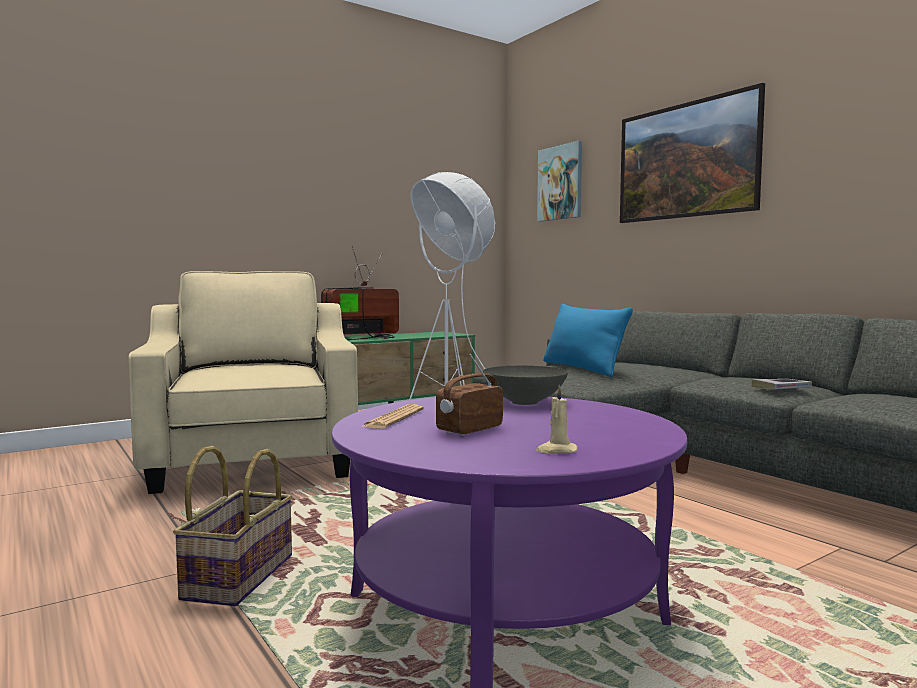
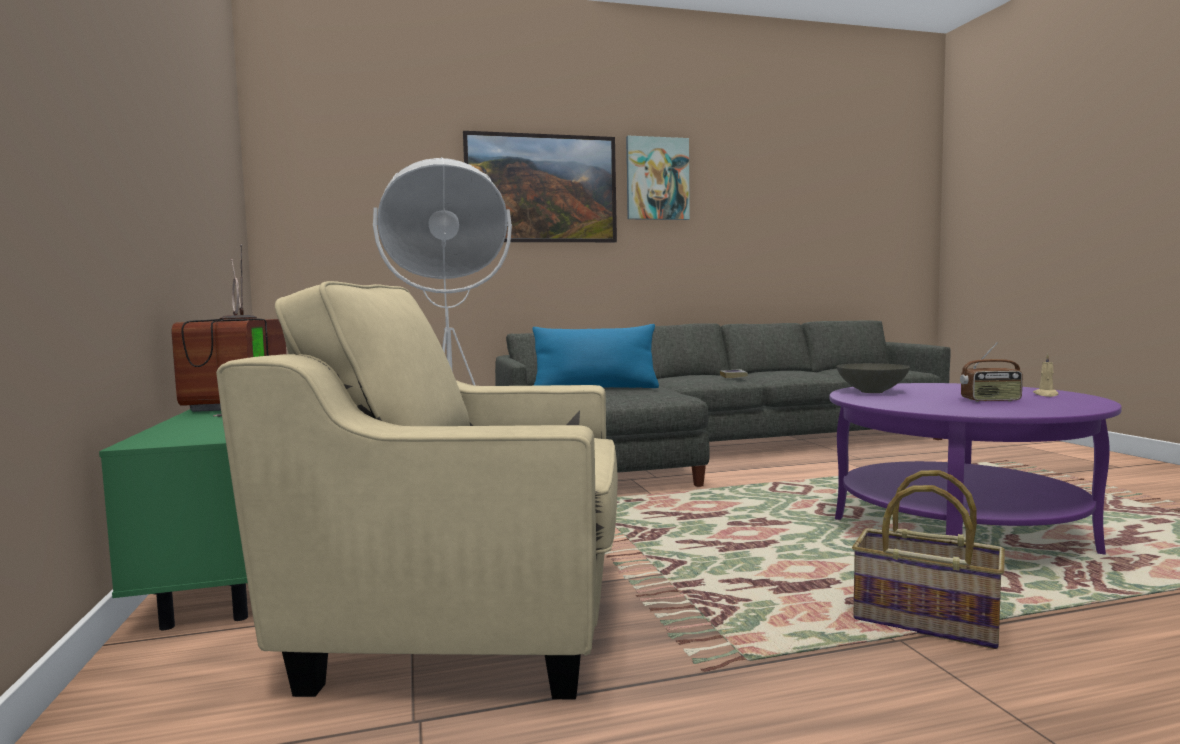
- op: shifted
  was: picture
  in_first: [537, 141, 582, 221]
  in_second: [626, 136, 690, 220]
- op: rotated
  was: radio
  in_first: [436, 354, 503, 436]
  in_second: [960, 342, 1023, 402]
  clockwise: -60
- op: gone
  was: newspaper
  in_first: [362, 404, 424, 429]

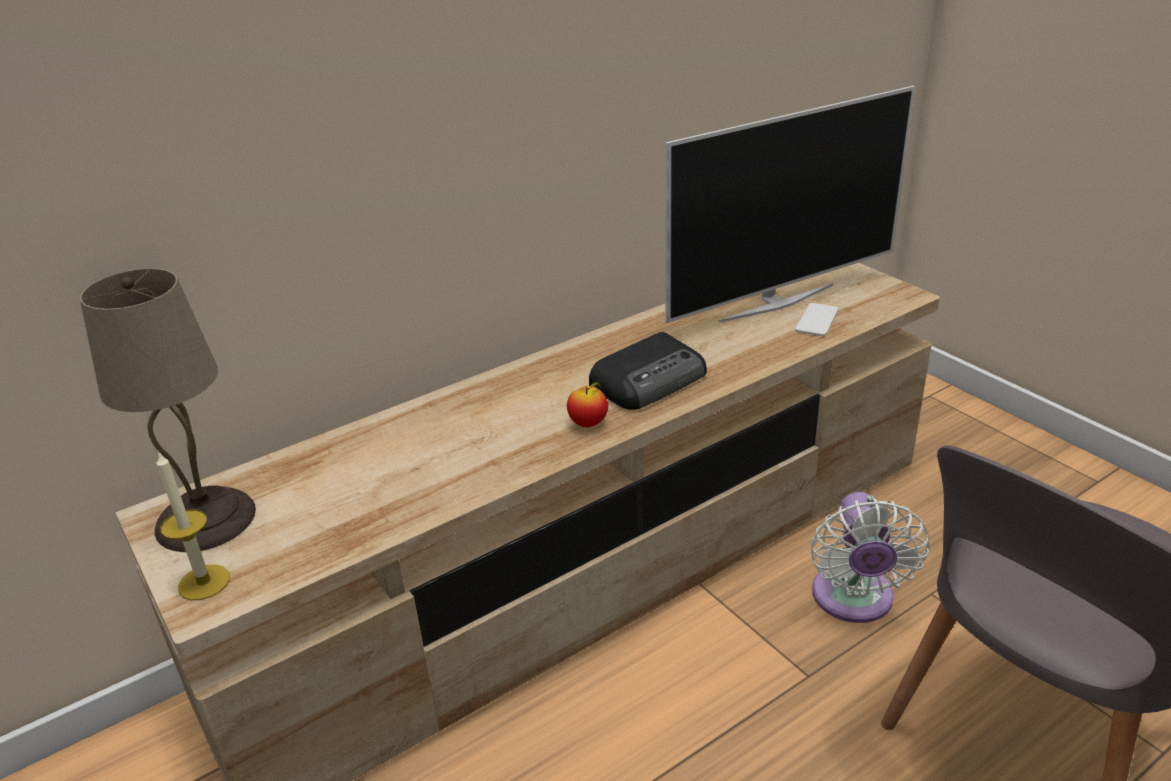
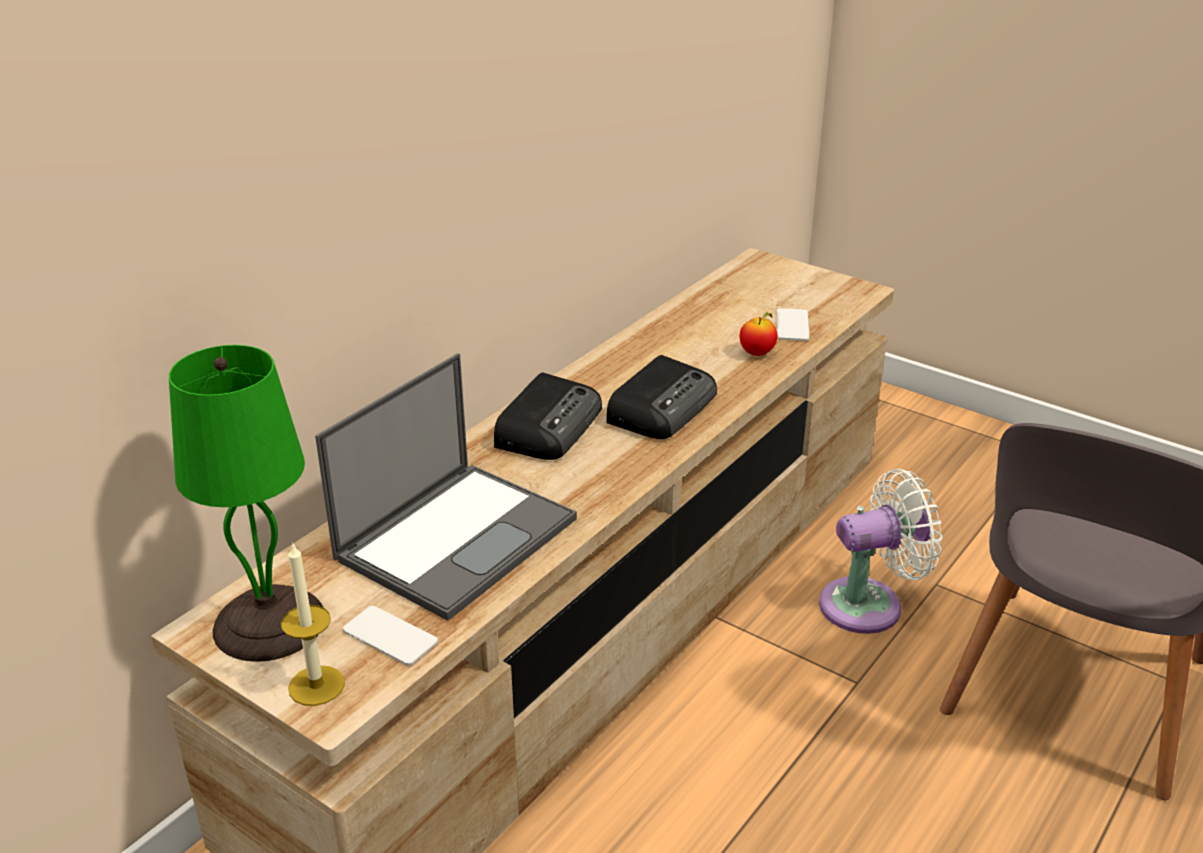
- op: gone
  was: television
  in_first: [665, 86, 915, 323]
- op: repainted
  was: table lamp/beige
  now: table lamp/green
  in_first: [80, 268, 256, 552]
  in_second: [169, 345, 324, 662]
- op: shifted
  was: apple
  in_first: [567, 382, 608, 427]
  in_second: [739, 312, 778, 356]
- op: rotated
  was: fan/white
  in_first: [811, 492, 929, 623]
  in_second: [819, 469, 942, 634]
  clockwise: -90
- op: new
  now: laptop
  in_second: [315, 353, 577, 621]
- op: new
  now: radio
  in_second: [494, 372, 602, 460]
- op: new
  now: phone
  in_second: [343, 606, 438, 666]

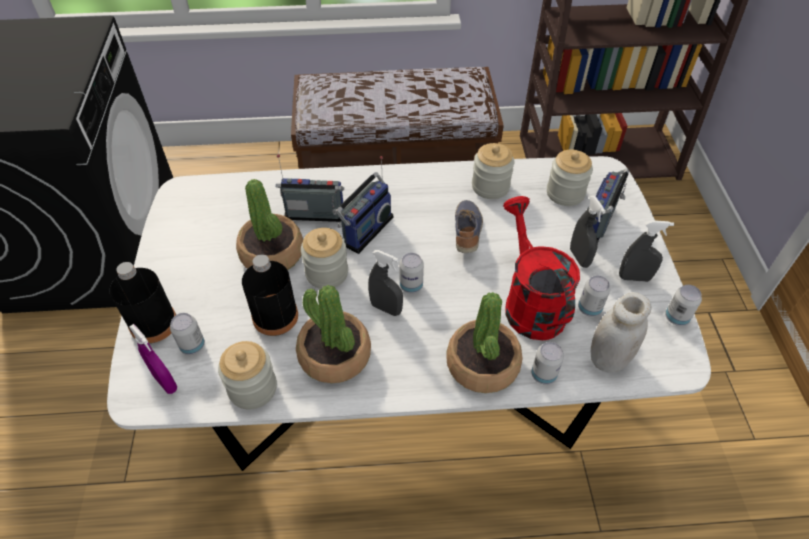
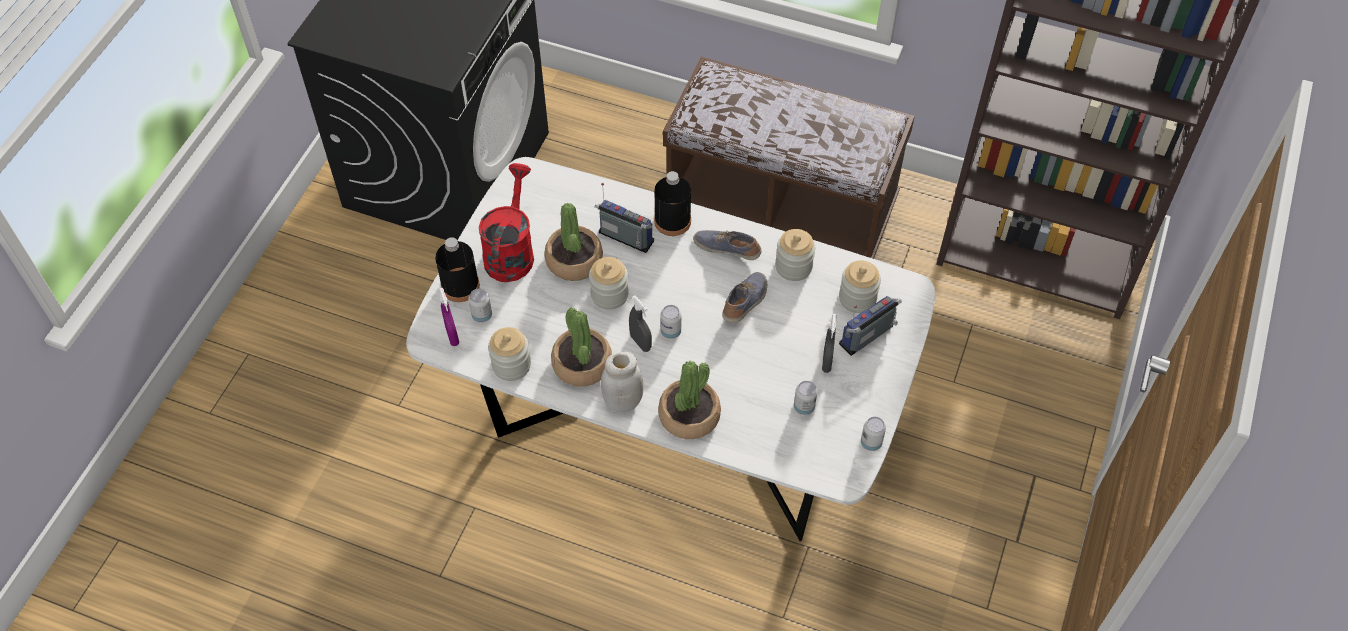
- op: gone
  was: radio
  in_first: [336, 156, 393, 254]
- op: shifted
  was: watering can/red
  in_first: [503, 196, 580, 340]
  in_second: [479, 163, 534, 282]
- op: gone
  was: spray bottle/grey
  in_first: [619, 220, 674, 282]
- op: shifted
  was: bottle/black
  in_first: [242, 254, 298, 336]
  in_second: [654, 171, 691, 236]
- op: shifted
  was: jar/white
  in_first: [591, 292, 652, 373]
  in_second: [601, 352, 643, 413]
- op: gone
  was: can
  in_first: [531, 342, 564, 385]
- op: new
  now: shoe
  in_second: [693, 230, 762, 260]

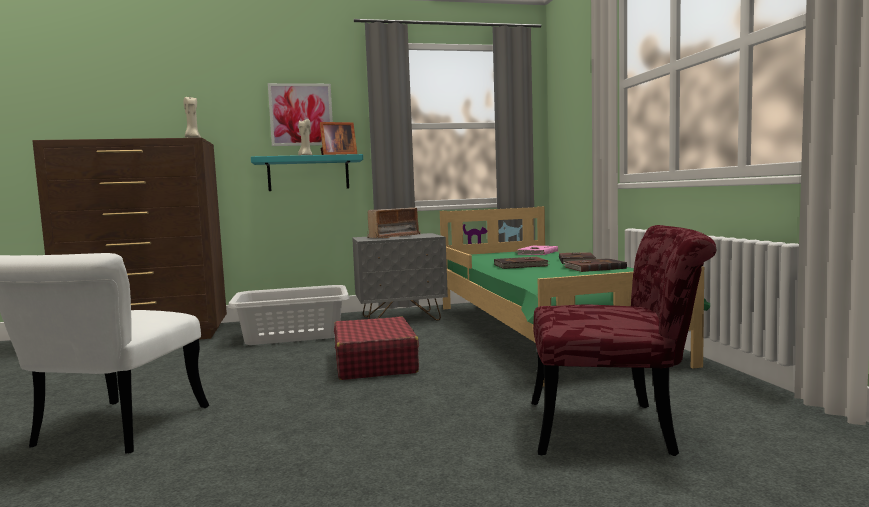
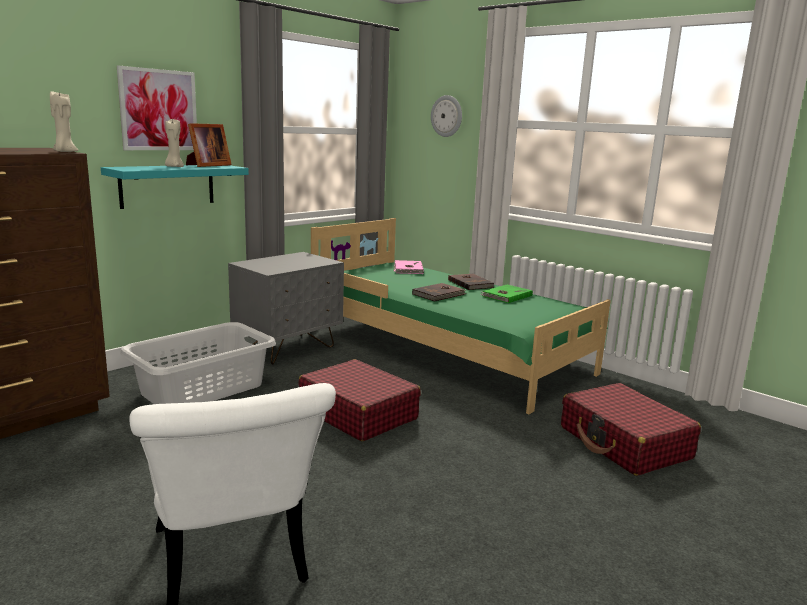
- op: gone
  was: radio
  in_first: [367, 207, 421, 238]
- op: swapped
  was: chair/red
  now: suitcase/red
  in_first: [531, 225, 716, 456]
  in_second: [561, 383, 701, 476]
- op: repainted
  was: book/brown
  now: book/green
  in_first: [563, 258, 627, 272]
  in_second: [480, 285, 533, 303]
- op: new
  now: wall clock
  in_second: [431, 95, 462, 137]

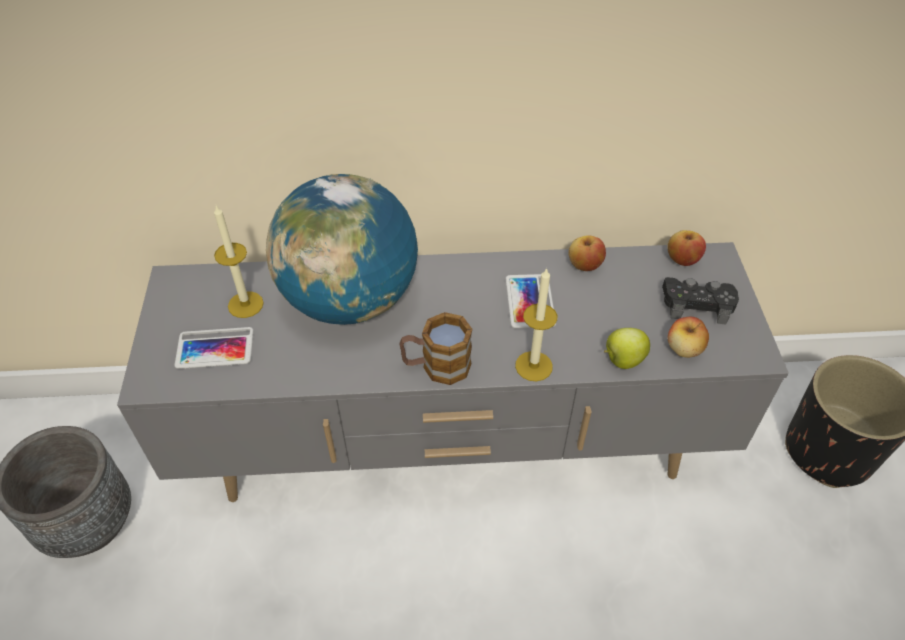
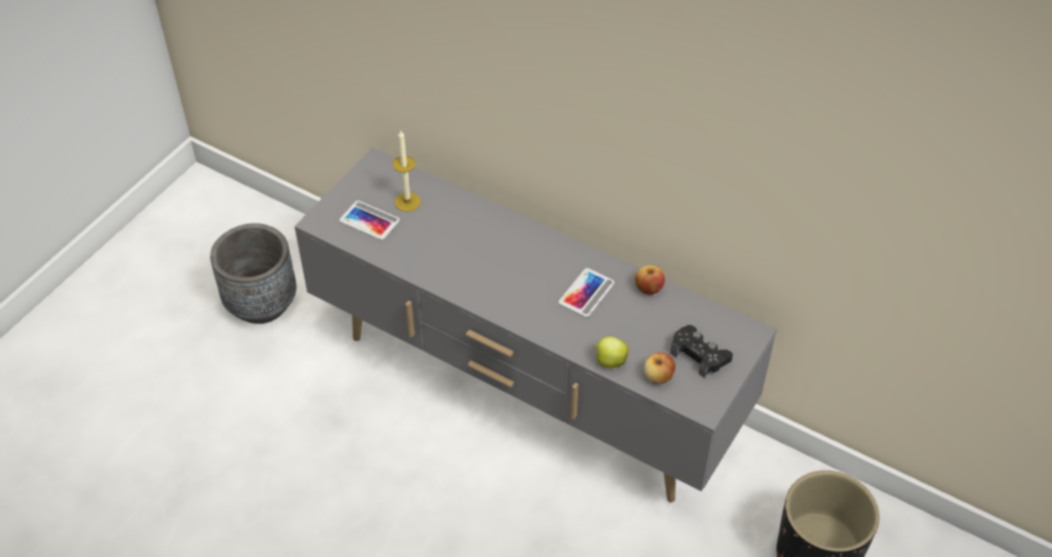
- op: gone
  was: globe
  in_first: [266, 174, 418, 325]
- op: gone
  was: apple
  in_first: [668, 230, 706, 266]
- op: gone
  was: candle
  in_first: [515, 268, 558, 382]
- op: gone
  was: mug
  in_first: [399, 312, 472, 385]

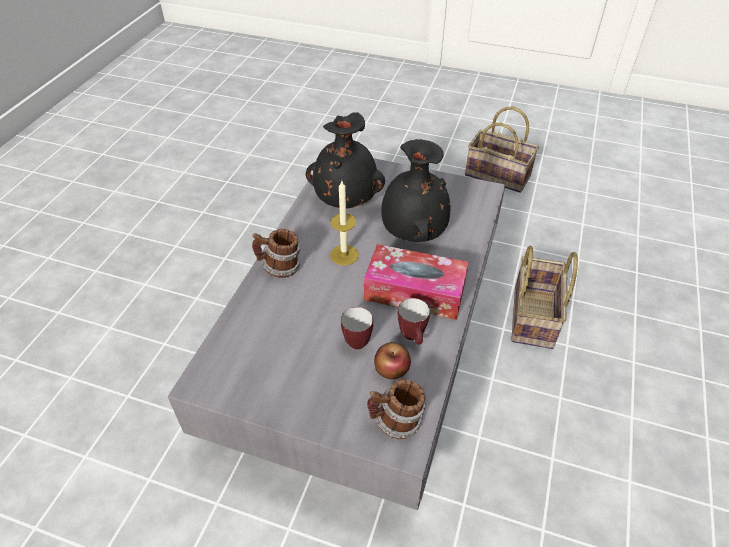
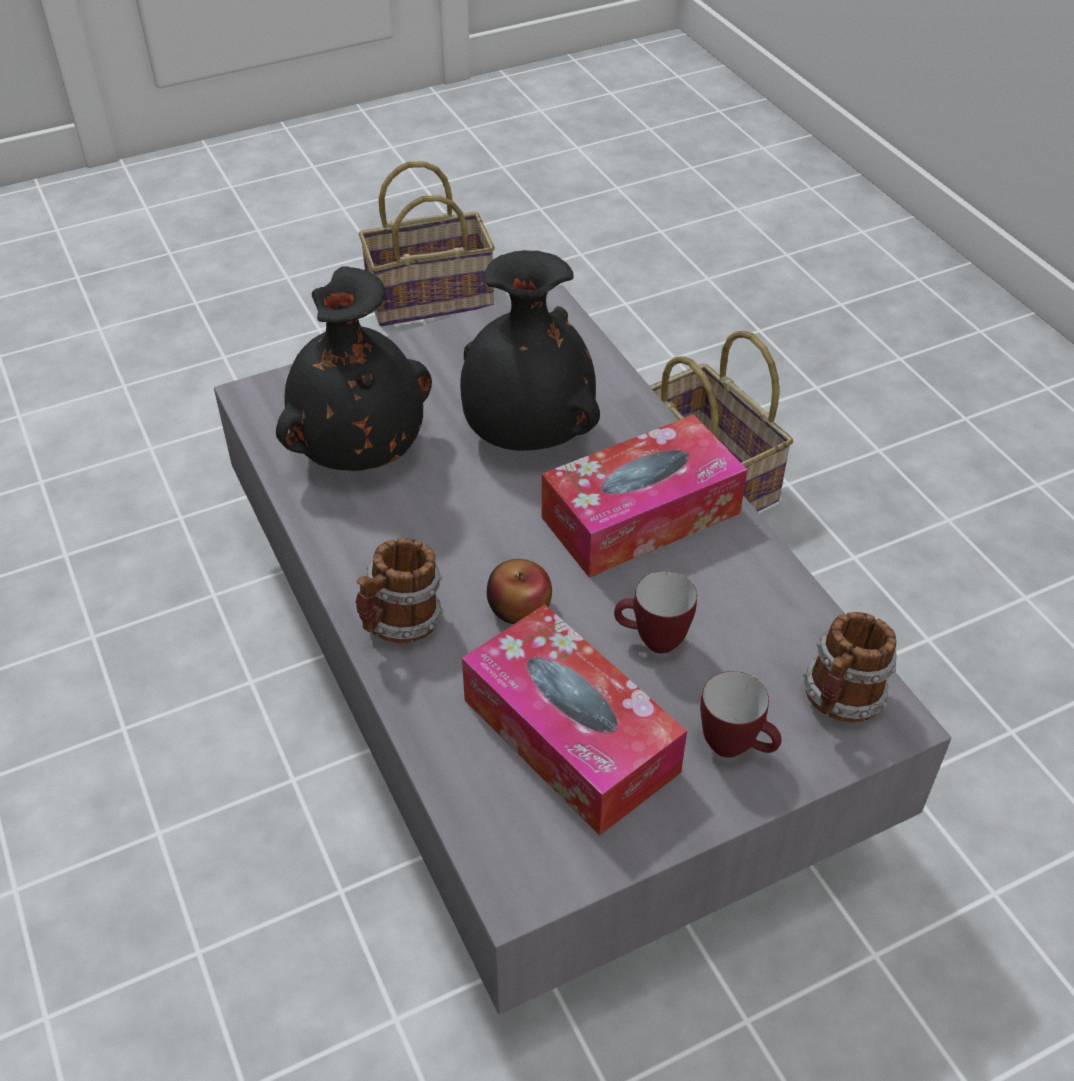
- op: gone
  was: candle
  in_first: [330, 181, 359, 266]
- op: shifted
  was: mug
  in_first: [398, 298, 430, 345]
  in_second: [700, 671, 781, 758]
- op: shifted
  was: apple
  in_first: [374, 342, 411, 379]
  in_second: [487, 559, 552, 624]
- op: new
  now: tissue box
  in_second: [462, 604, 687, 836]

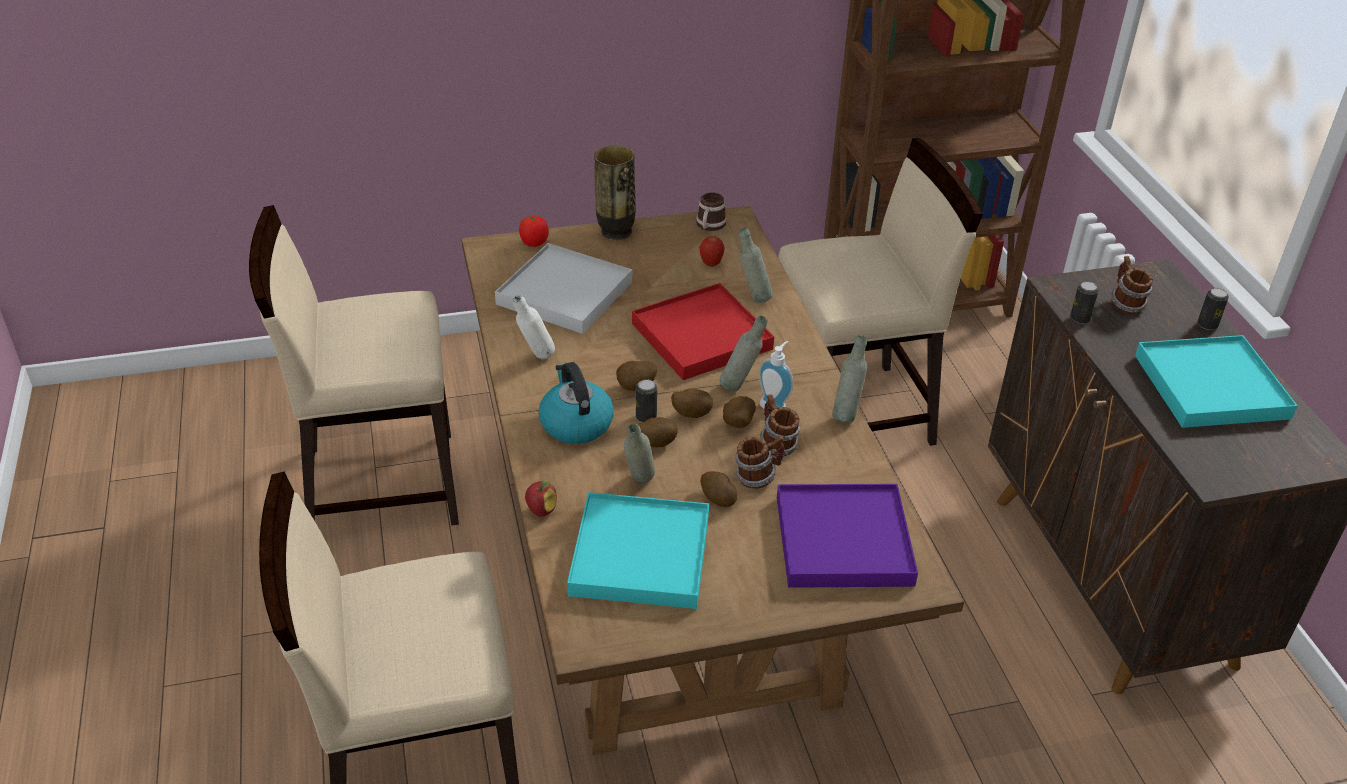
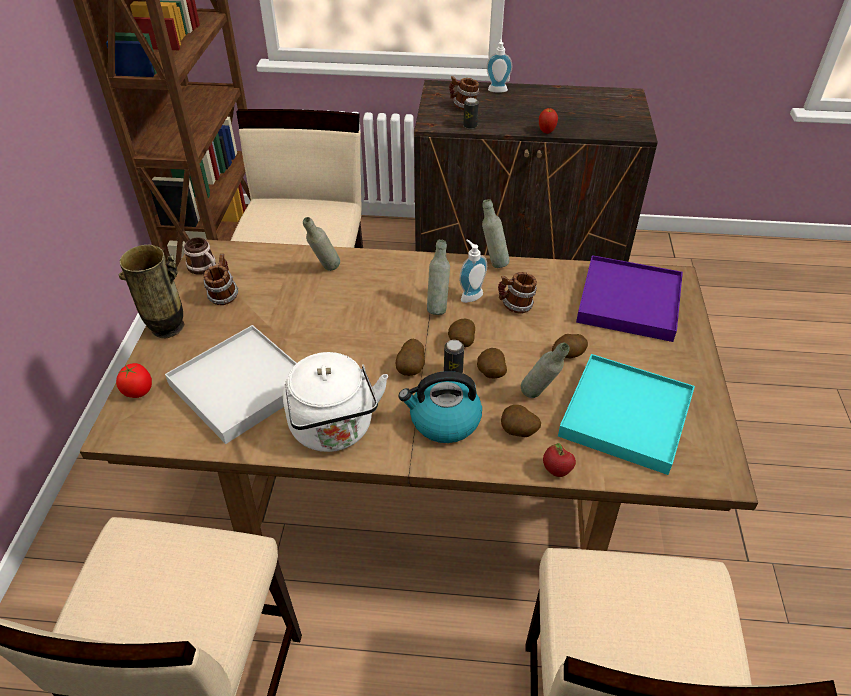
- op: shifted
  was: apple
  in_first: [699, 236, 725, 267]
  in_second: [539, 108, 558, 134]
- op: gone
  was: tray/red
  in_first: [632, 283, 774, 380]
- op: swapped
  was: can
  now: soap dispenser
  in_first: [1198, 288, 1229, 330]
  in_second: [486, 39, 512, 93]
- op: swapped
  was: bottle/white
  now: kettle/white
  in_first: [513, 295, 555, 359]
  in_second: [283, 352, 388, 452]
- op: gone
  was: tray/turquoise
  in_first: [1135, 335, 1298, 428]
- op: shifted
  was: potato
  in_first: [723, 396, 756, 428]
  in_second: [501, 405, 541, 437]
- op: shifted
  was: mug
  in_first: [735, 436, 785, 489]
  in_second: [203, 254, 239, 305]

